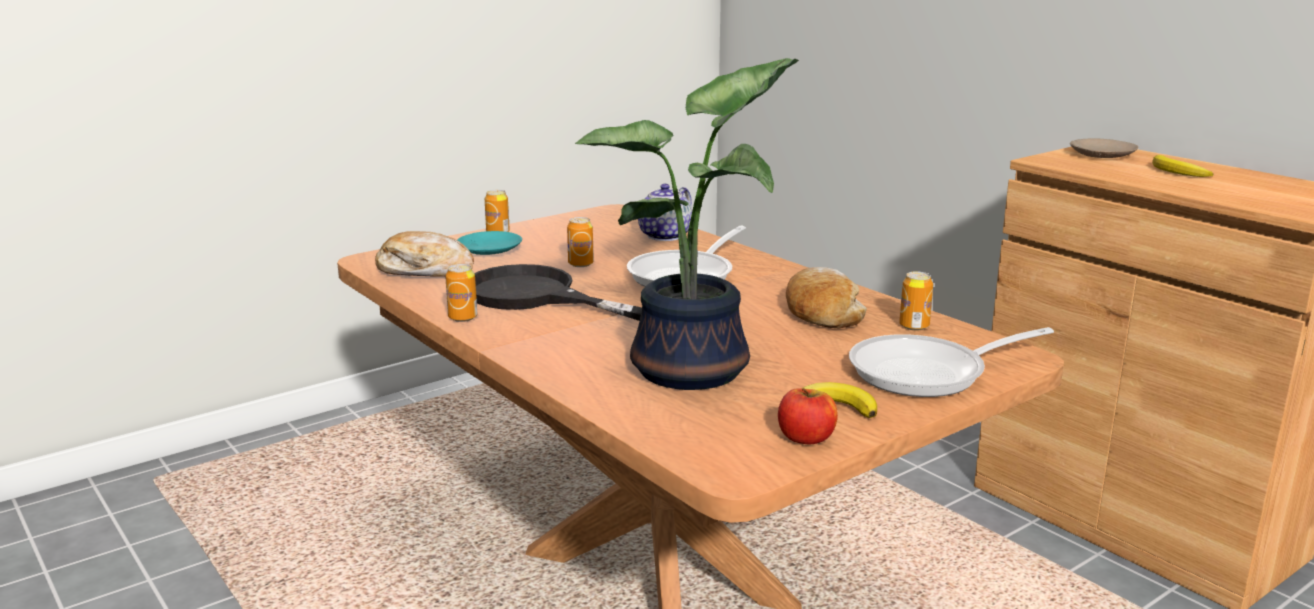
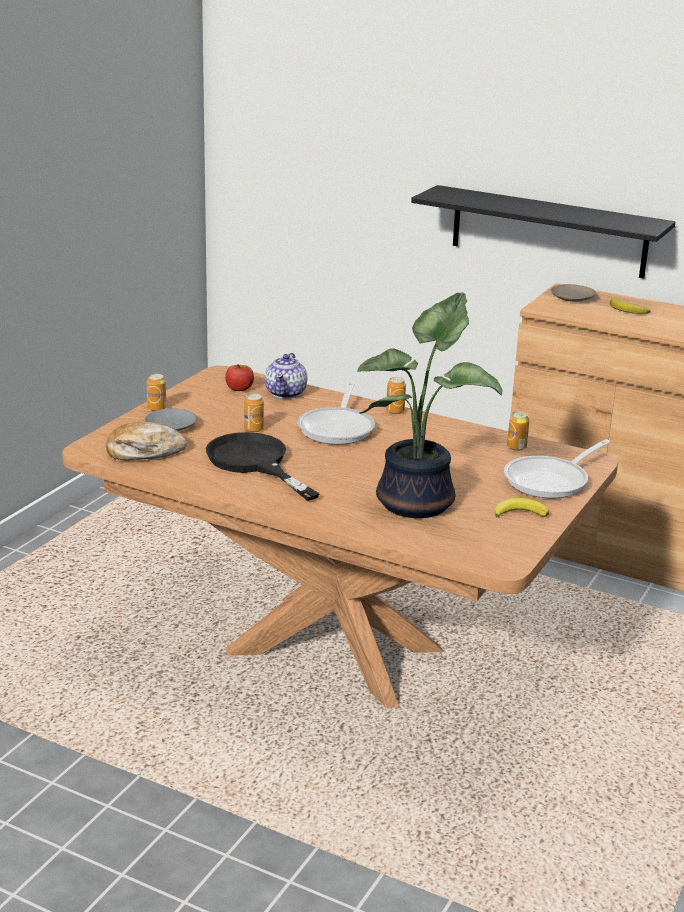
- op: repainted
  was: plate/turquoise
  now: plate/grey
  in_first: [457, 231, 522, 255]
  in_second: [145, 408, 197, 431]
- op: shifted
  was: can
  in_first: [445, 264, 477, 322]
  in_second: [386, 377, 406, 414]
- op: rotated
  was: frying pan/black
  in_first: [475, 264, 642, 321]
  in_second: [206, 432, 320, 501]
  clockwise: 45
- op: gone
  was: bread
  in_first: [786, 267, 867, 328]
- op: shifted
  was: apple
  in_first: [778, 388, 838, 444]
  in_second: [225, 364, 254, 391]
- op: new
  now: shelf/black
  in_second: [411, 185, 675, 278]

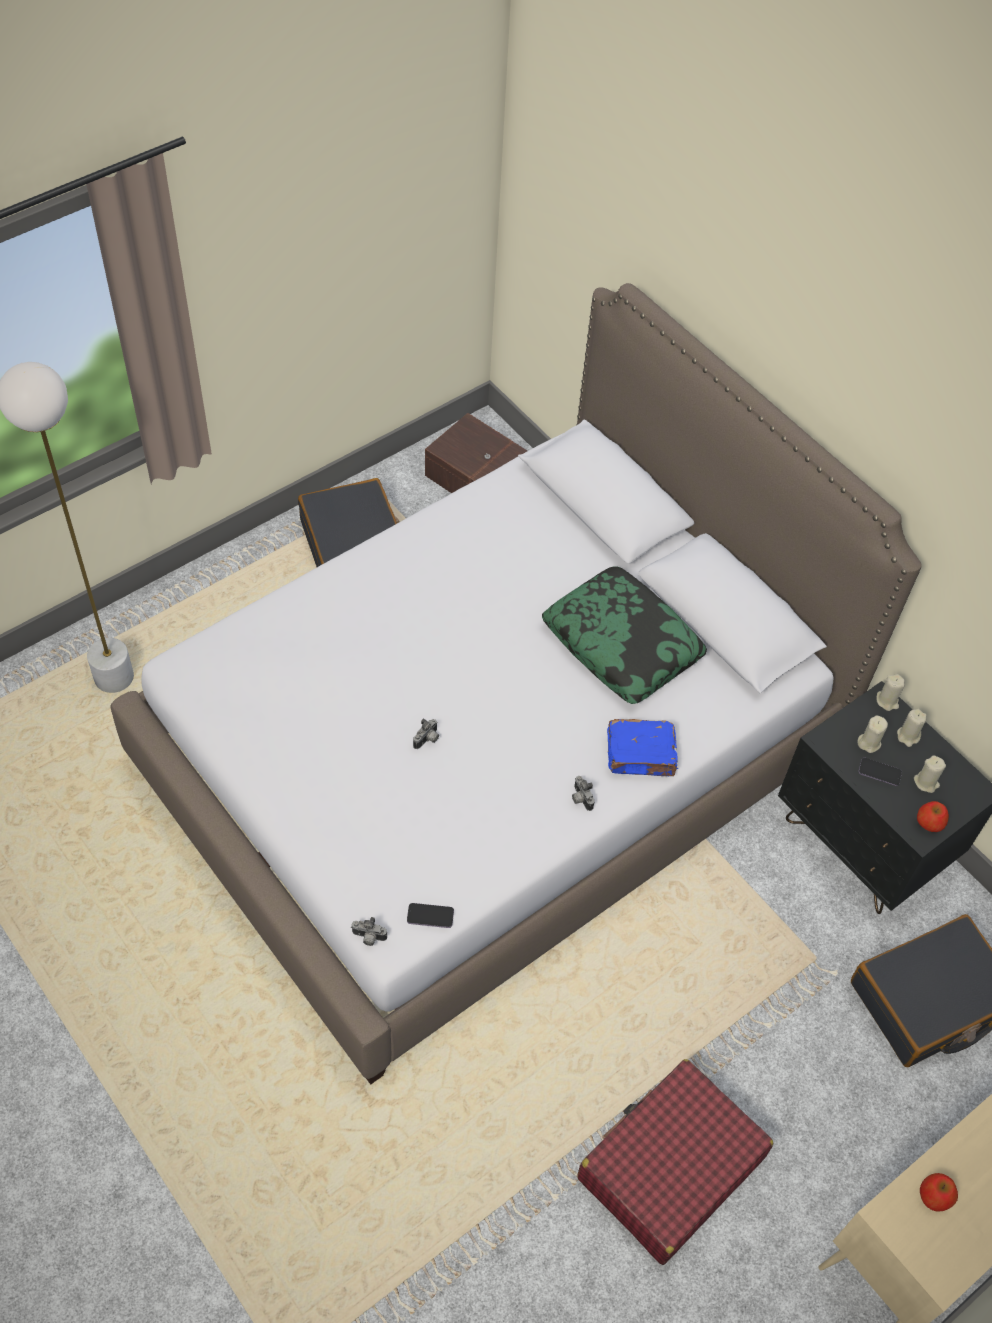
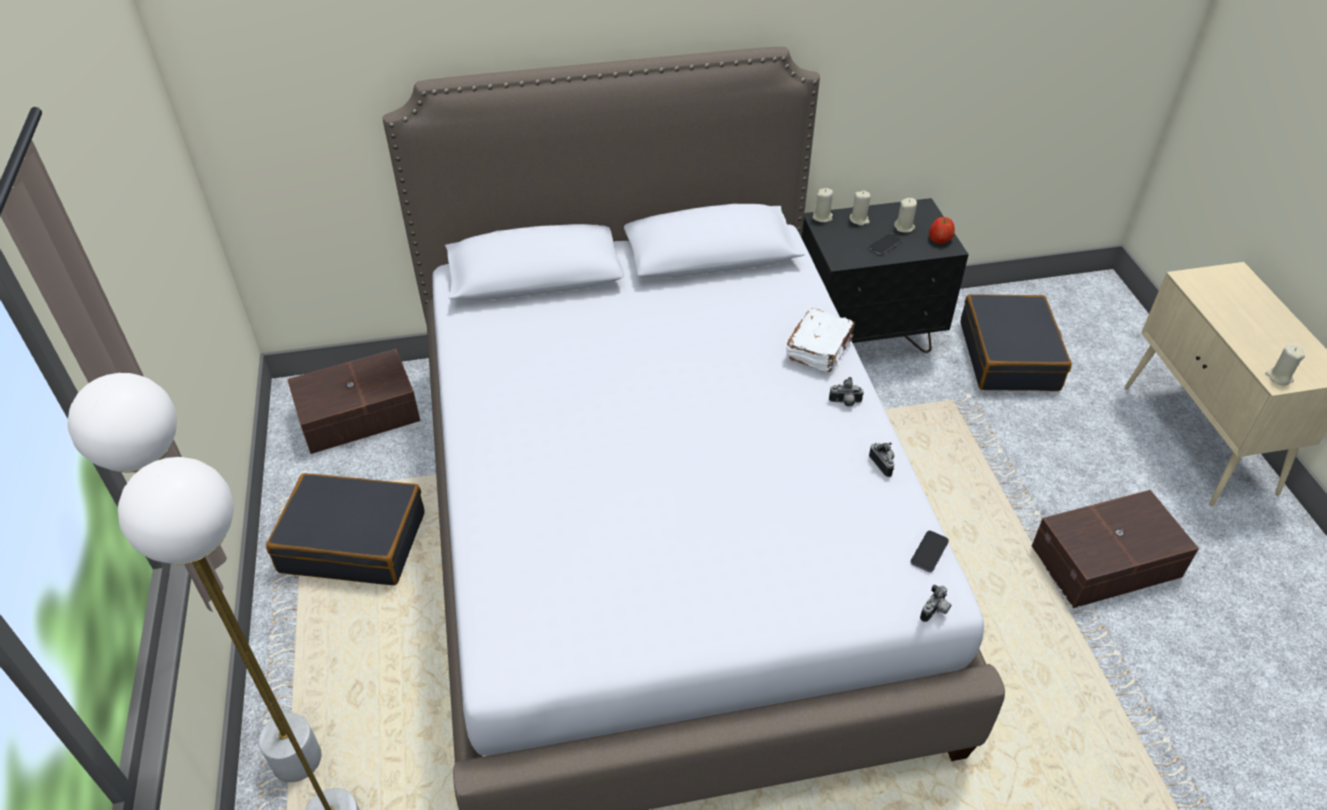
- op: gone
  was: pillow
  in_first: [542, 566, 707, 704]
- op: shifted
  was: candle/beige
  in_first: [857, 715, 888, 753]
  in_second: [1265, 344, 1305, 385]
- op: shifted
  was: photo camera
  in_first: [413, 719, 439, 749]
  in_second: [869, 442, 894, 477]
- op: repainted
  was: book/blue
  now: book/white
  in_first: [607, 719, 678, 776]
  in_second: [786, 308, 854, 372]
- op: swapped
  was: suitcase/red
  now: storage box/brown
  in_first: [577, 1059, 773, 1265]
  in_second: [1032, 490, 1199, 608]
- op: gone
  was: apple
  in_first: [920, 1173, 958, 1212]
- op: new
  now: floor lamp/white
  in_second: [67, 373, 321, 783]

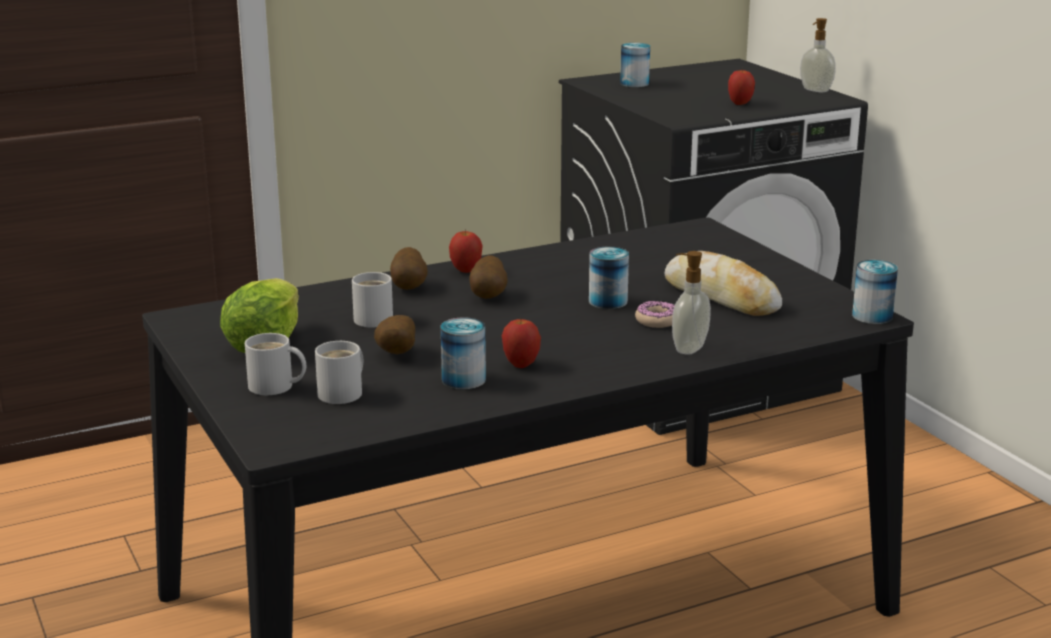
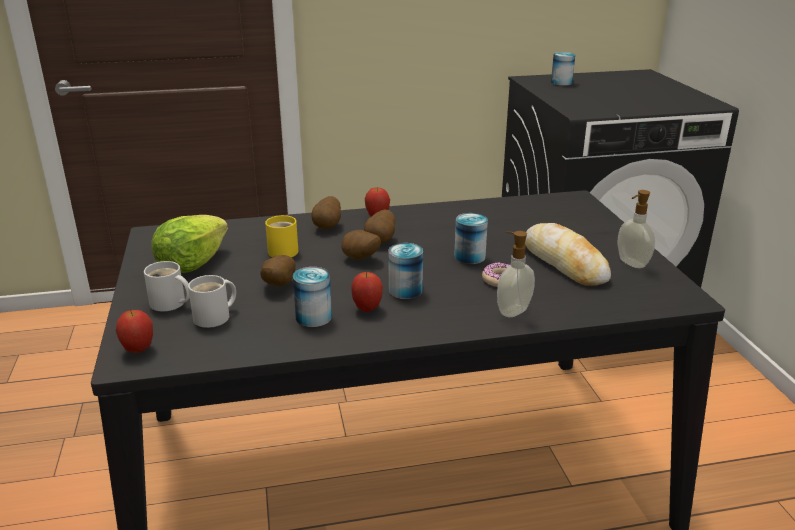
- op: shifted
  was: soap dispenser
  in_first: [800, 18, 836, 93]
  in_second: [618, 190, 655, 268]
- op: shifted
  was: apple
  in_first: [728, 70, 755, 105]
  in_second: [116, 309, 153, 353]
- op: shifted
  was: can
  in_first: [852, 260, 898, 324]
  in_second: [389, 243, 423, 299]
- op: repainted
  was: mug/white
  now: mug/yellow
  in_first: [352, 272, 393, 328]
  in_second: [265, 215, 298, 257]
- op: new
  now: potato
  in_second: [341, 230, 381, 260]

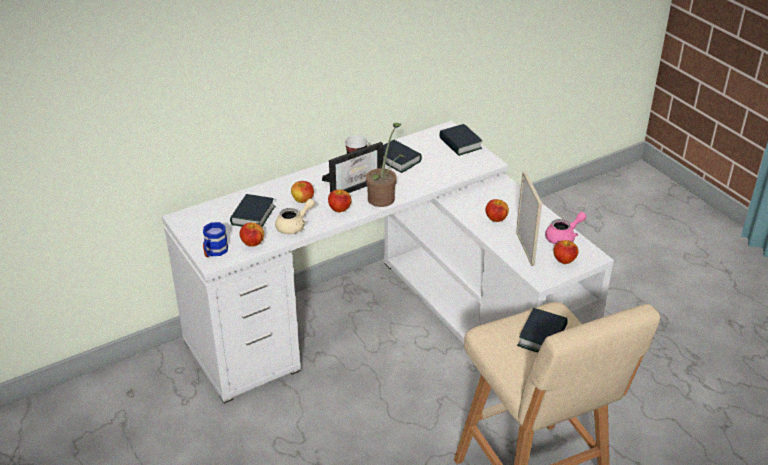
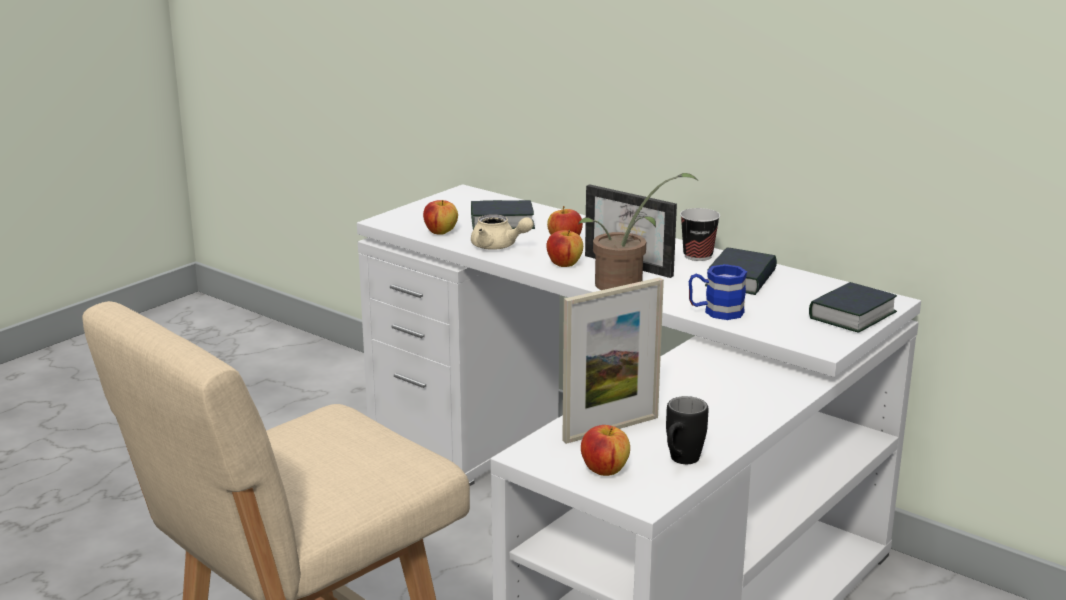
- op: gone
  was: apple
  in_first: [485, 199, 509, 222]
- op: swapped
  was: teapot/pink
  now: mug/black
  in_first: [545, 212, 587, 245]
  in_second: [666, 396, 708, 464]
- op: shifted
  was: mug/blue
  in_first: [203, 222, 228, 257]
  in_second: [689, 264, 747, 320]
- op: gone
  was: book
  in_first: [517, 308, 568, 352]

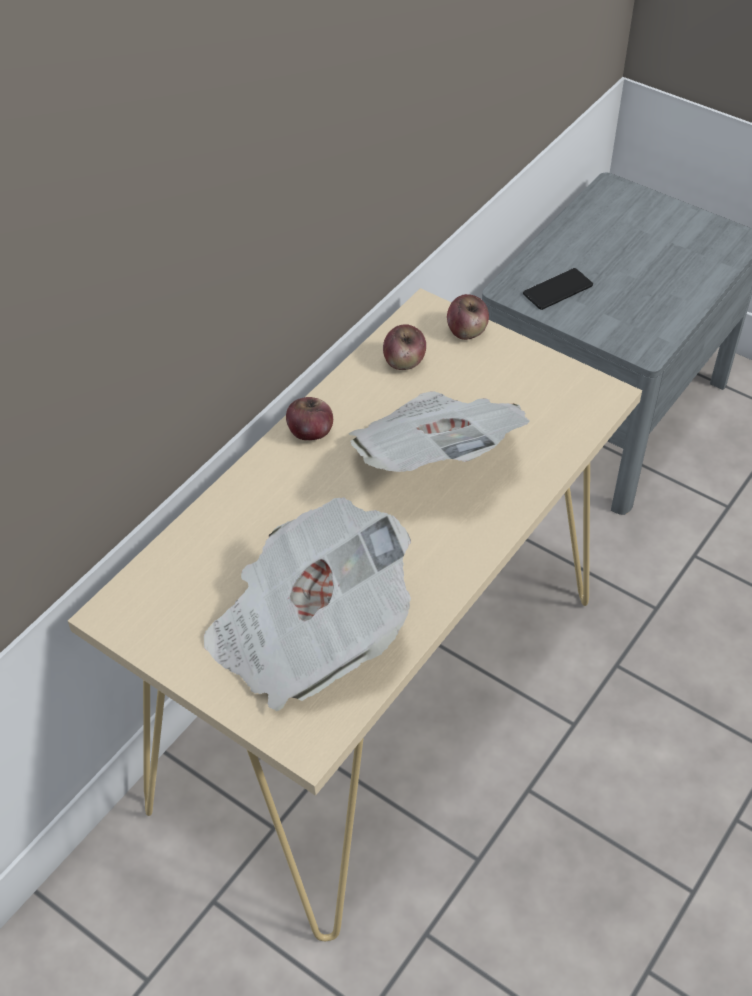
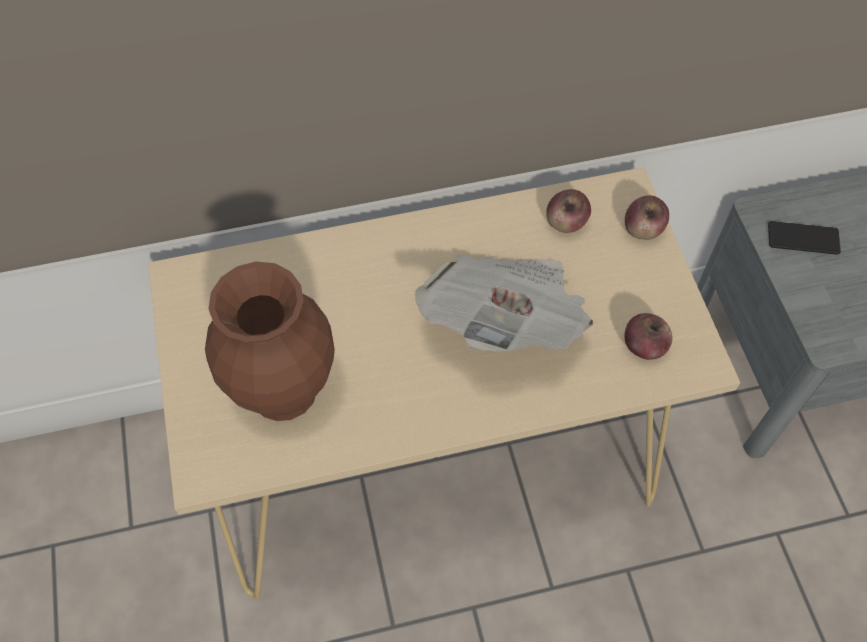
- op: shifted
  was: apple
  in_first: [286, 397, 333, 440]
  in_second: [624, 313, 673, 360]
- op: swapped
  was: newspaper
  now: vase/brown
  in_first: [204, 497, 411, 712]
  in_second: [205, 261, 335, 421]

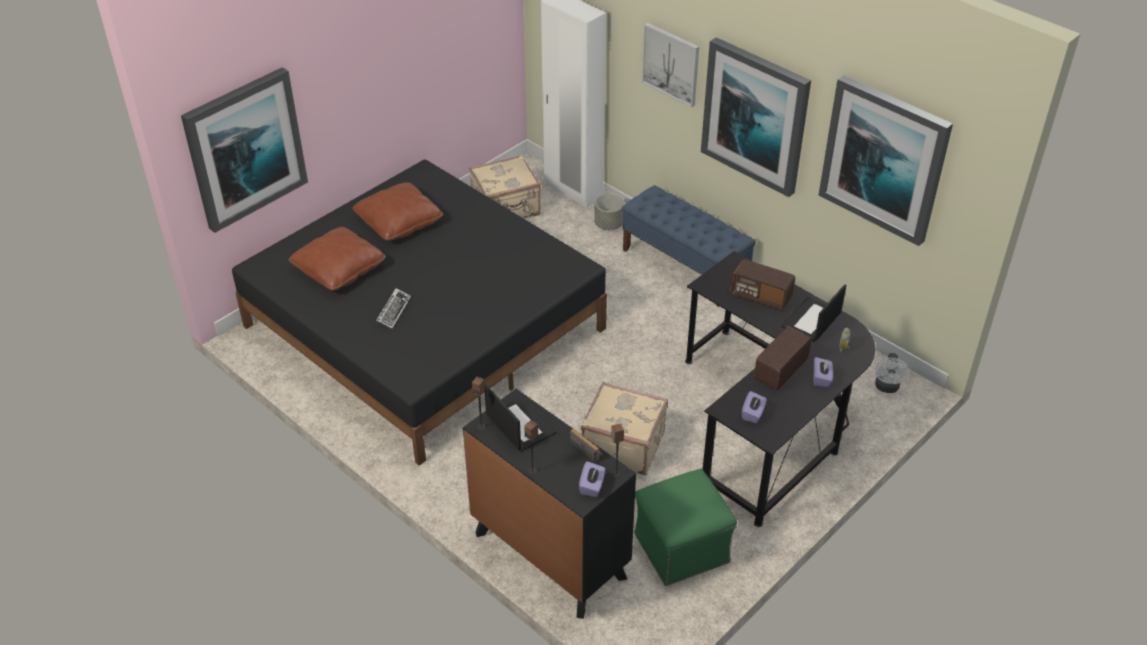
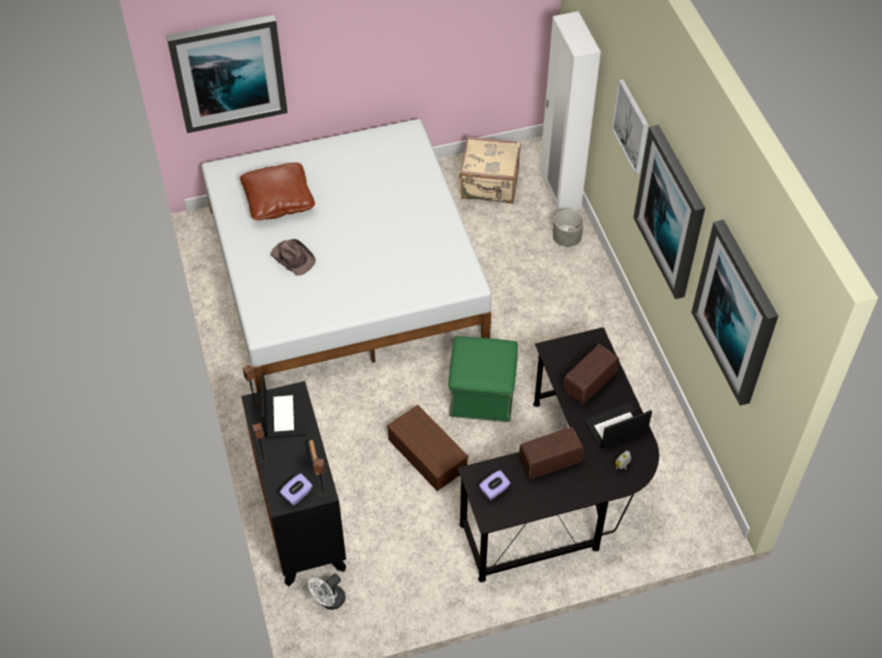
- op: repainted
  was: bed/black
  now: bed/white
  in_first: [232, 160, 607, 466]
  in_second: [201, 119, 492, 392]
- op: gone
  was: pillow/brown
  in_first: [353, 182, 443, 241]
- op: gone
  was: bench/blue
  in_first: [622, 185, 756, 307]
- op: rotated
  was: radio
  in_first: [730, 259, 795, 311]
  in_second: [563, 344, 619, 405]
  clockwise: 75
- op: swapped
  was: keyboard
  now: hat/brown
  in_first: [376, 288, 411, 329]
  in_second: [270, 239, 316, 276]
- op: shifted
  was: fan/white
  in_first: [875, 353, 909, 393]
  in_second: [308, 573, 346, 610]
- op: gone
  was: tissue box/purple
  in_first: [813, 357, 833, 387]
- op: swapped
  was: suitcase/beige
  now: storage box/brown
  in_first: [581, 382, 668, 475]
  in_second: [387, 405, 468, 491]
- op: shifted
  was: ottoman/green
  in_first: [634, 469, 737, 586]
  in_second: [448, 336, 518, 422]

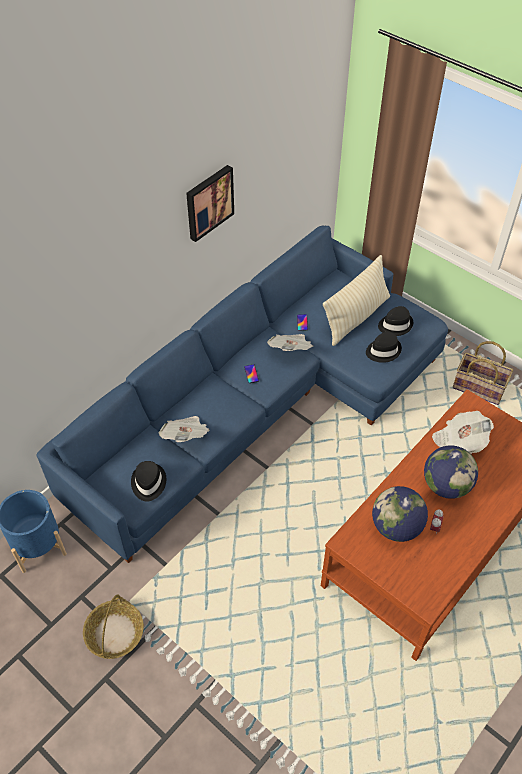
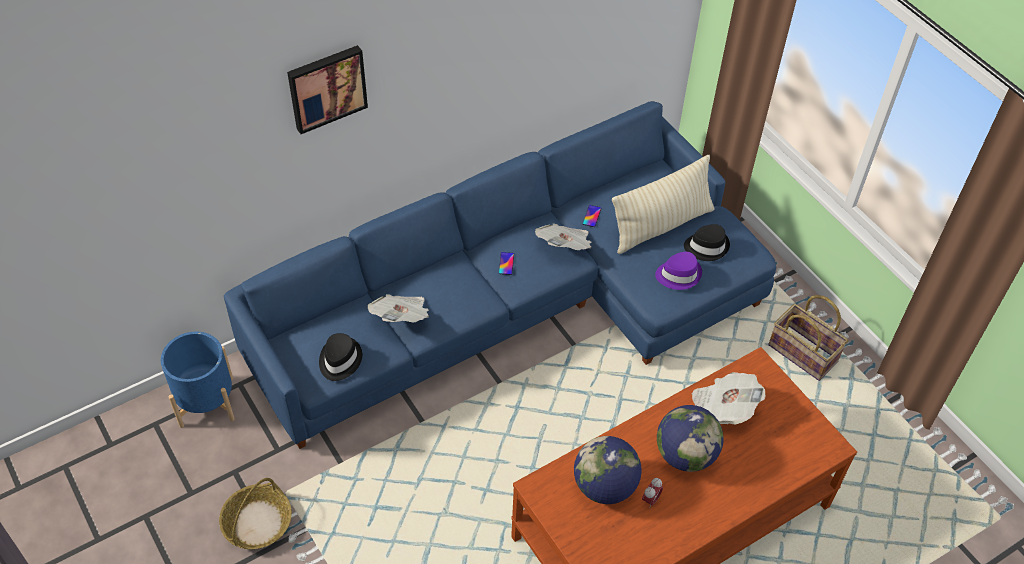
- op: shifted
  was: picture
  in_first: [186, 165, 234, 242]
  in_second: [287, 45, 368, 134]
- op: repainted
  was: hat/black
  now: hat/purple
  in_first: [366, 331, 402, 363]
  in_second: [655, 252, 702, 290]

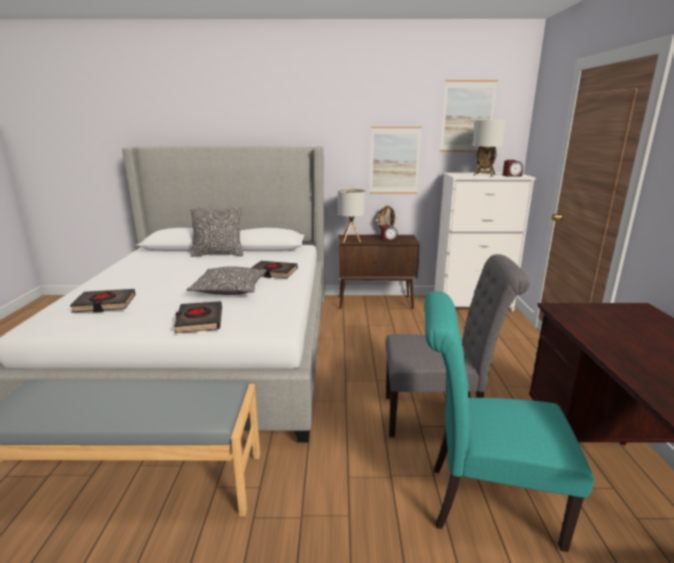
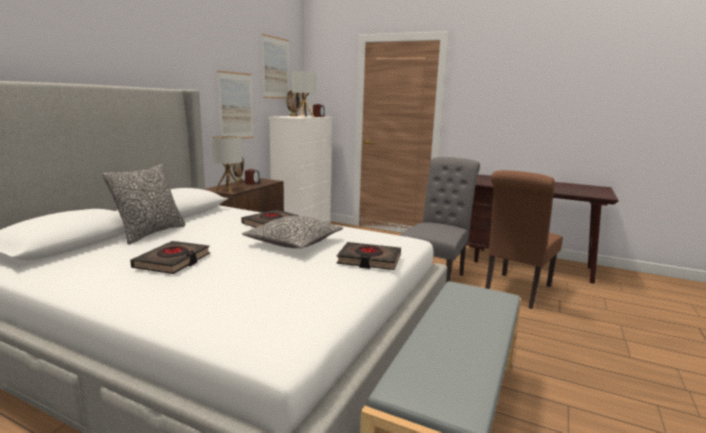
- op: shifted
  was: book/black
  in_first: [70, 289, 135, 313]
  in_second: [130, 241, 210, 274]
- op: repainted
  was: chair/turquoise
  now: chair/brown
  in_first: [425, 291, 594, 552]
  in_second: [485, 170, 563, 309]

